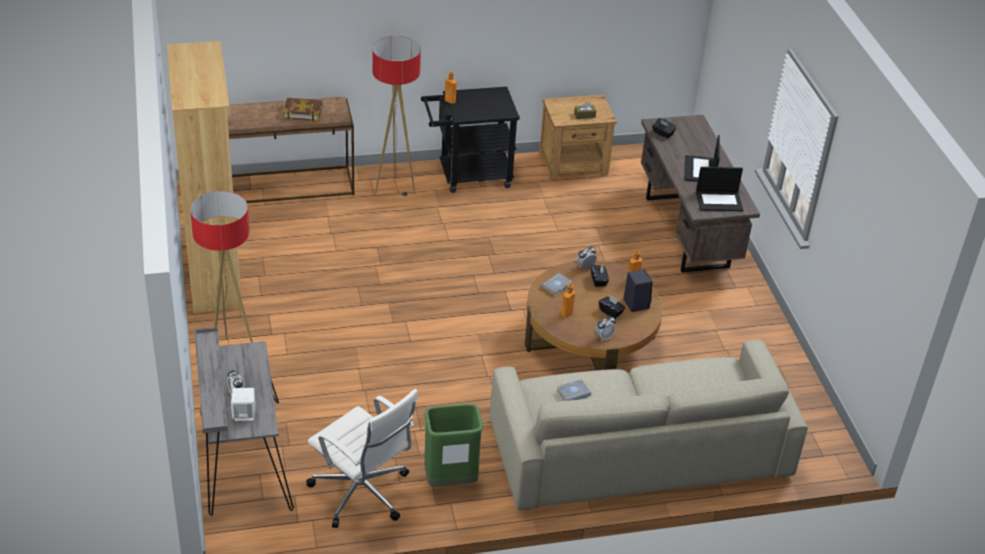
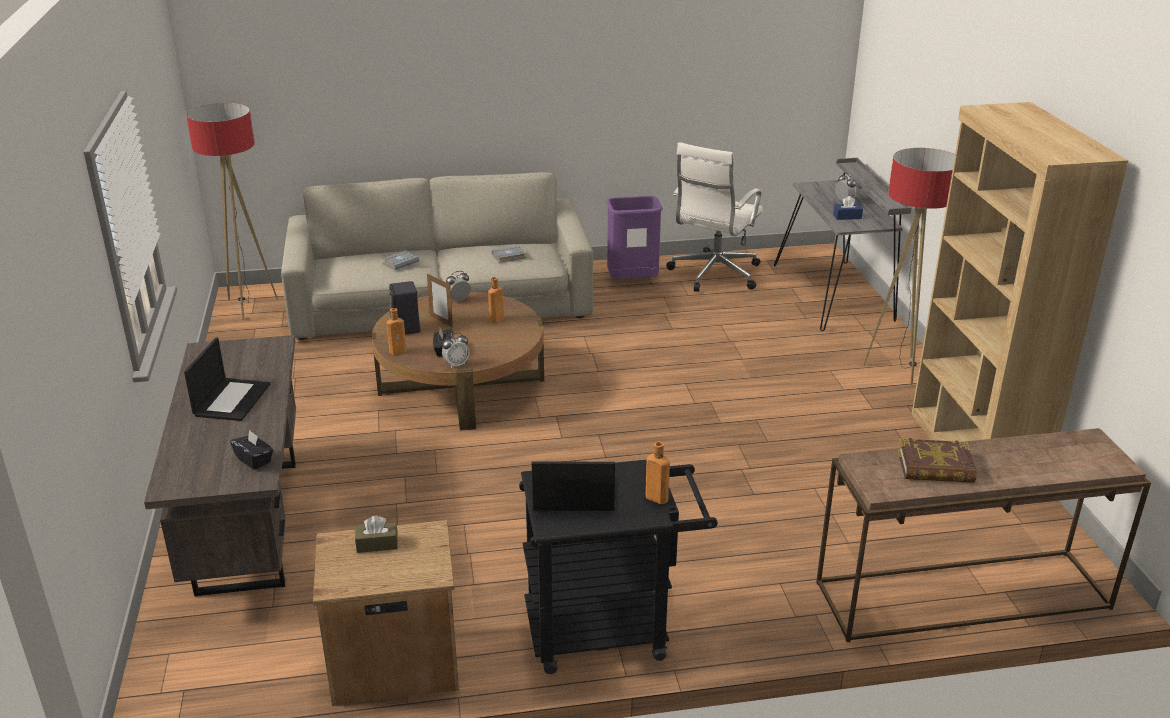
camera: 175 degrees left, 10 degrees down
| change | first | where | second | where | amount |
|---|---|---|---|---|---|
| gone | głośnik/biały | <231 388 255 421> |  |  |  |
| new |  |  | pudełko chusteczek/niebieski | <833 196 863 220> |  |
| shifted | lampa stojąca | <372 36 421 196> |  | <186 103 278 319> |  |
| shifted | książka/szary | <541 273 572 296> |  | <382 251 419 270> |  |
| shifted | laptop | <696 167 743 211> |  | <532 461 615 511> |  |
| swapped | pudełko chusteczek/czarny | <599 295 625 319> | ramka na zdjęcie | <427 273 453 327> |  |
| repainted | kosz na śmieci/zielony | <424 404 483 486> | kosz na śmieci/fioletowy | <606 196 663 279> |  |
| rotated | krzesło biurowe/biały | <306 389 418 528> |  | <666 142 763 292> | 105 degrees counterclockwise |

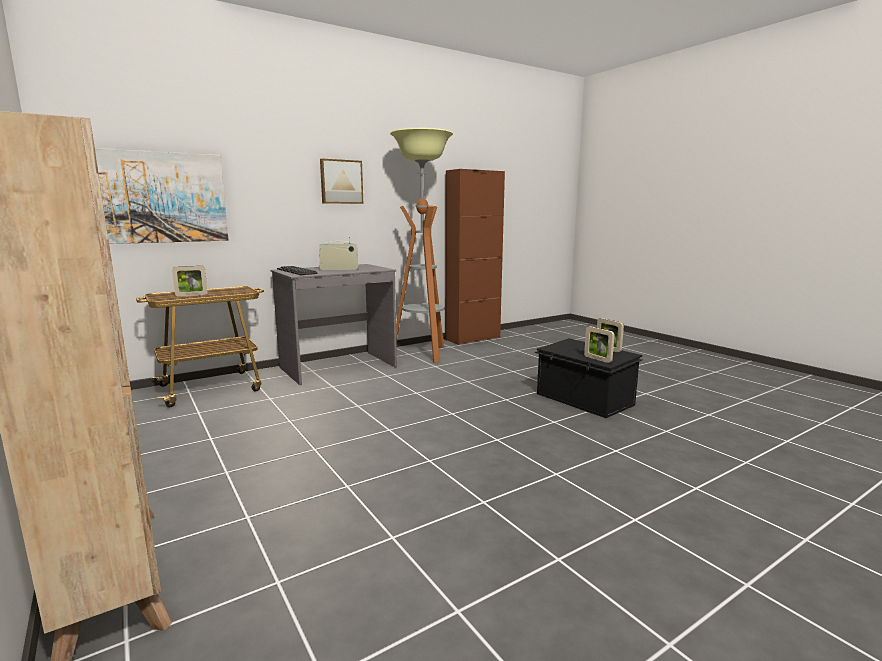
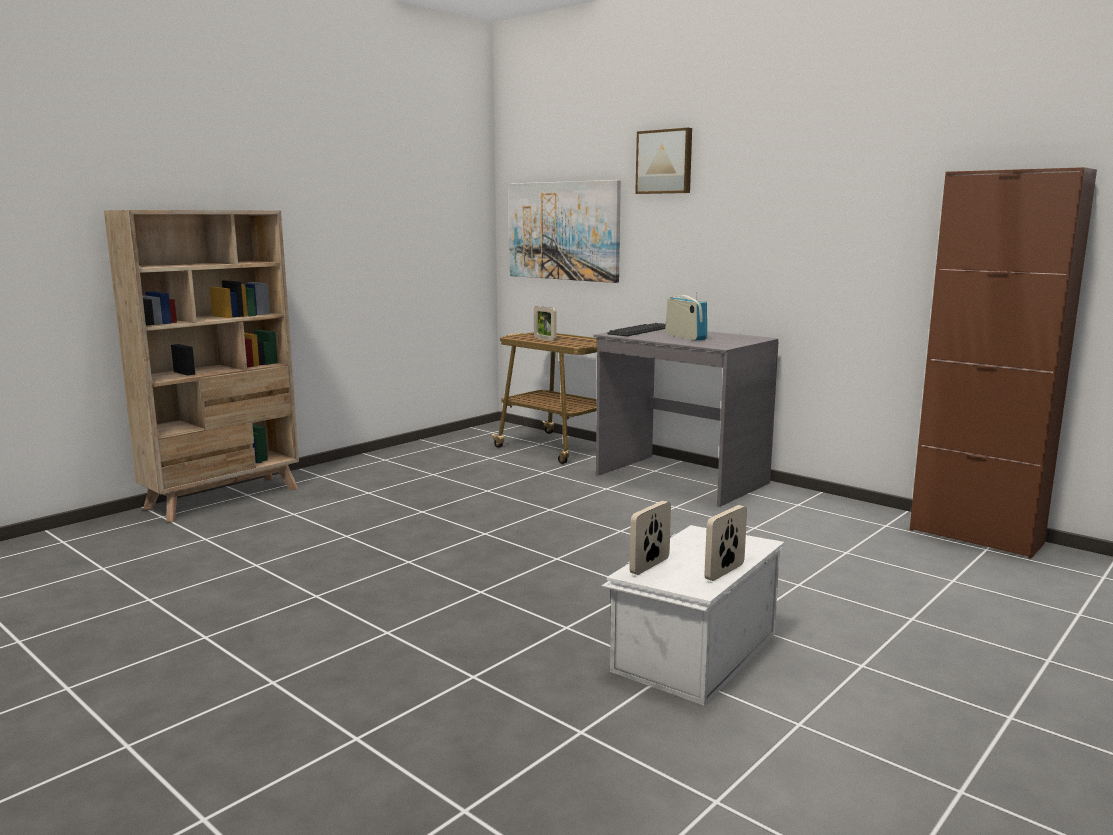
camera: 75 degrees right, 0 degrees up
| change | first | where | second | where | amount |
|---|---|---|---|---|---|
| gone | lampa stojąca | <390 128 453 363> |  |  |  |
| shifted | obraz | <320 159 363 204> |  | <635 128 692 194> |  |
| repainted | pojemnik do przechowywania/czarny | <534 338 642 418> | pojemnik do przechowywania/biały | <601 525 784 705> |  |

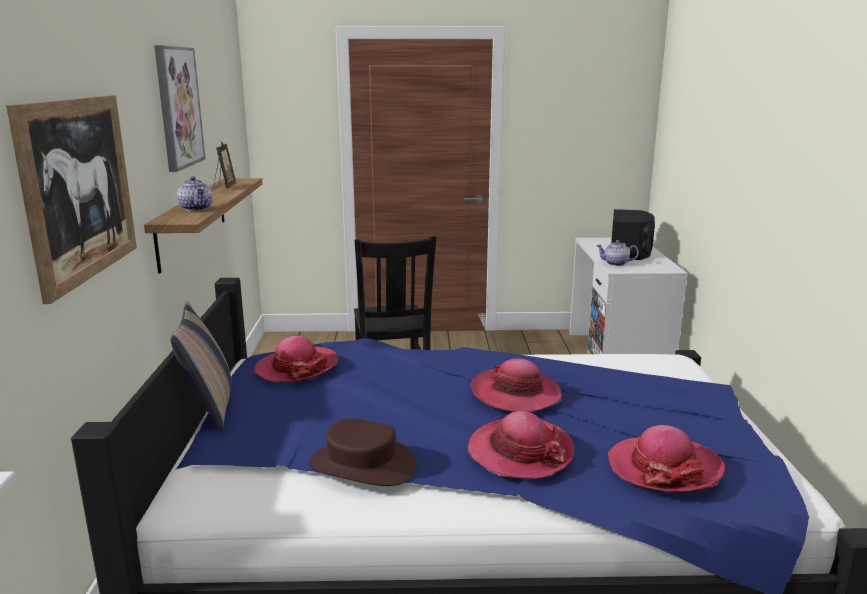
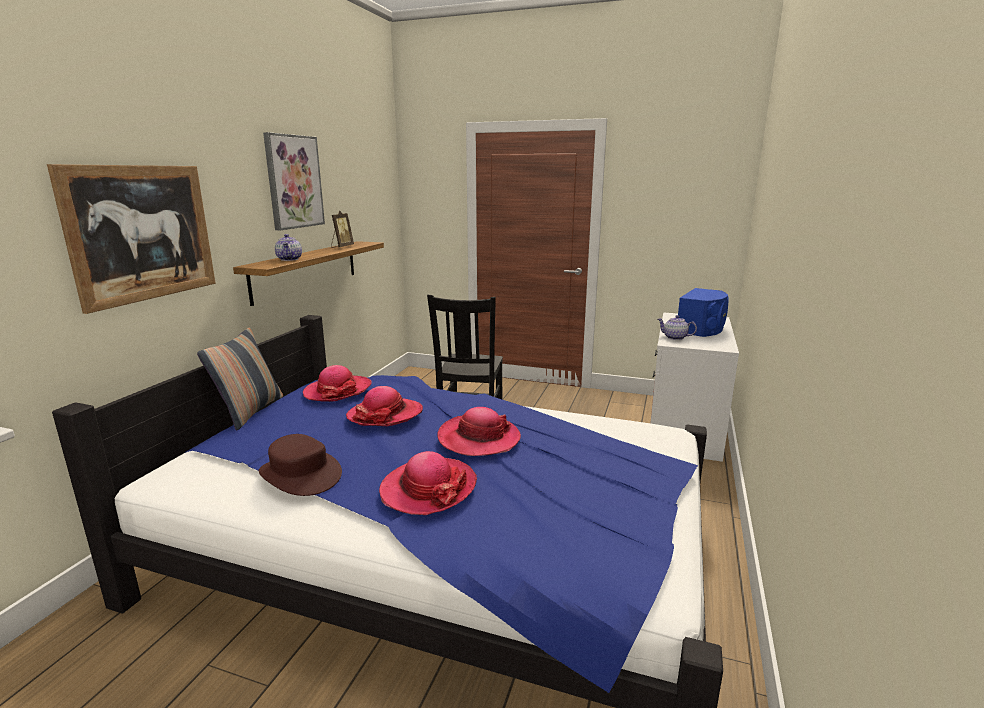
camera: 20 degrees right, 0 degrees up
| change | first | where | second | where | amount |
|---|---|---|---|---|---|
| shifted | kapelusz | <608 425 725 493> |  | <346 386 423 426> |  |
| repainted | głośnik/czarny | <611 209 654 260> | głośnik/niebieski | <678 288 729 337> |  |

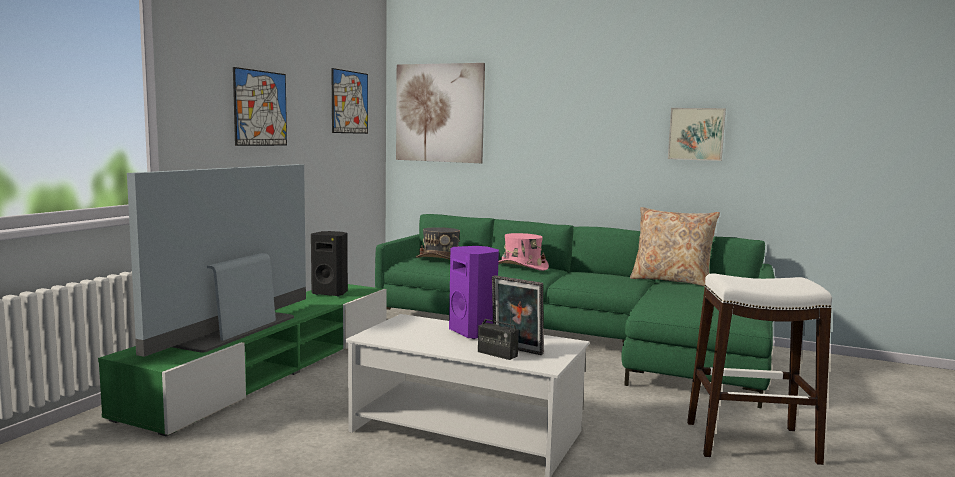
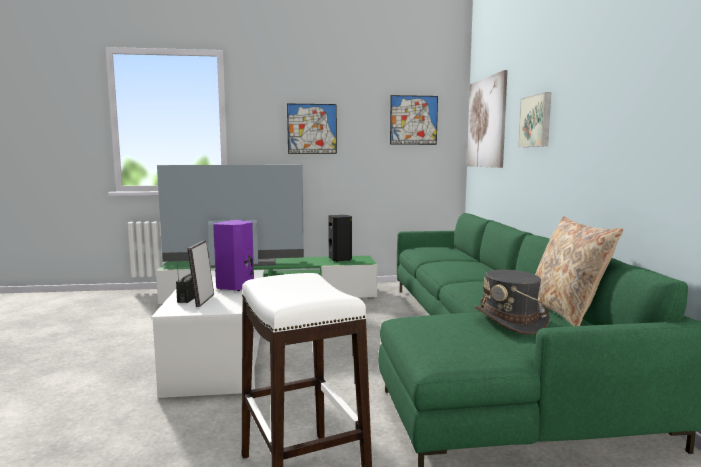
camera: 60 degrees right, 0 degrees up
| change | first | where | second | where | amount |
|---|---|---|---|---|---|
| gone | kapelusz/różowy | <498 233 549 271> |  |  |  |
| shifted | kapelusz/szary | <416 227 460 260> |  | <475 270 550 335> |  |
| shifted | obraz | <668 108 726 161> |  | <518 92 551 147> |  |

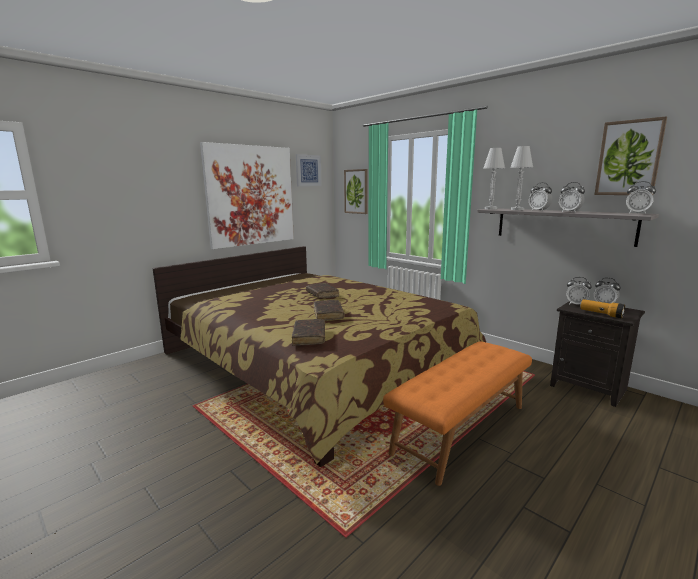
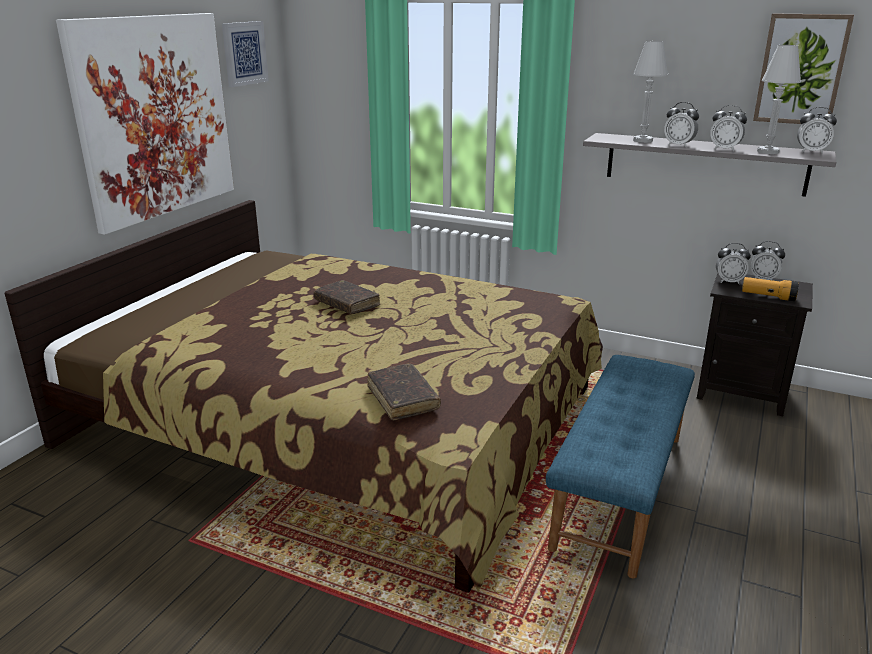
camera: 20 degrees left, 10 degrees up
| change | first | where | second | where | amount |
|---|---|---|---|---|---|
| gone | książka/brązowy | <314 300 345 320> |  |  |  |
| gone | obraz | <344 169 368 214> |  |  |  |
| shifted | lampa stołowa/biały | <483 148 505 210> |  | <757 45 801 154> |  |
| repainted | ławka/pomarańczowy | <383 341 532 486> | ławka/niebieski | <546 355 695 579> |  |

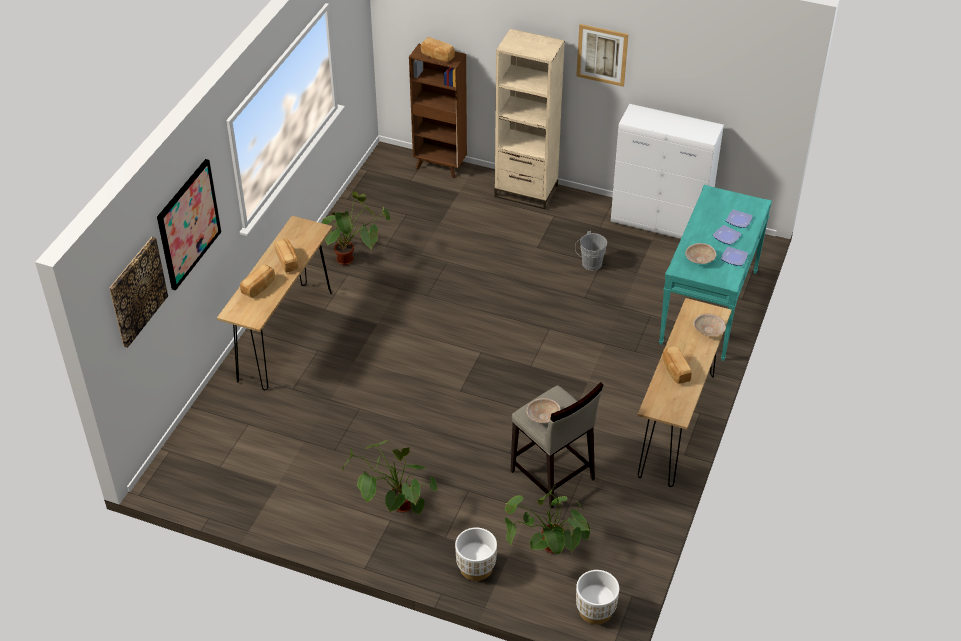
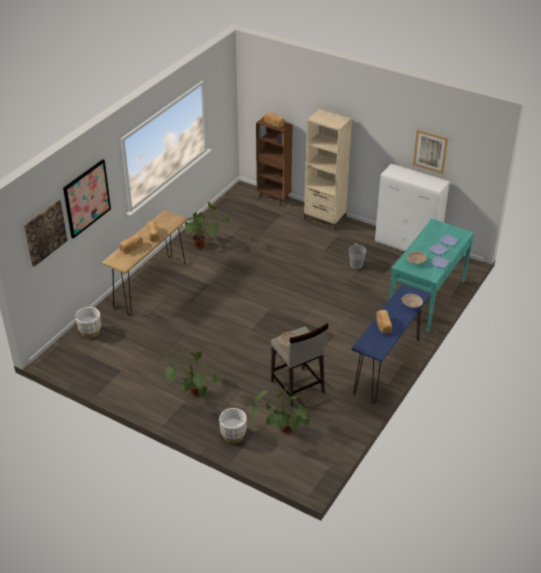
camera: 10 degrees right, 5 degrees down
| change | first | where | second | where | amount |
|---|---|---|---|---|---|
| shifted | obraz | <576 24 629 87> |  | <413 130 448 174> |  |
| shifted | donica/biały | <576 570 619 625> |  | <76 307 101 338> |  |
| repainted | stolik konsolowy/brązowy | <638 298 732 487> | stolik konsolowy/niebieski | <351 284 431 404> |  |

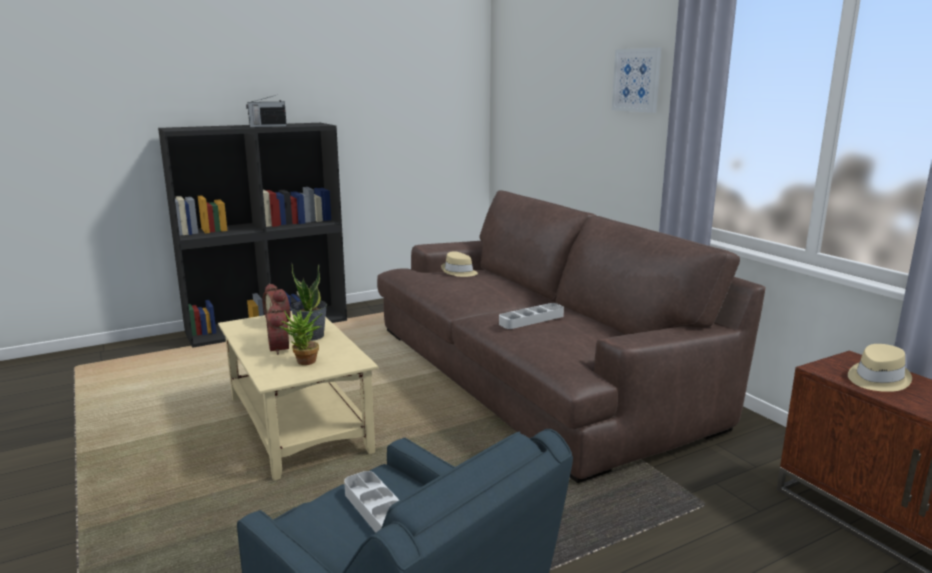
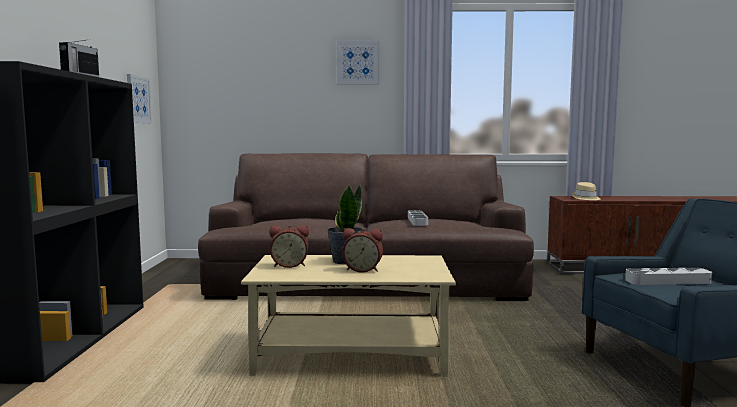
camera: 60 degrees left, 10 degrees down
| change | first | where | second | where | amount |
|---|---|---|---|---|---|
| gone | roślina doniczkowa | <280 307 322 365> |  |  |  |
| gone | kapelusz/beżowy | <441 251 478 277> |  |  |  |
| new |  |  | obraz | <127 74 152 123> |  |

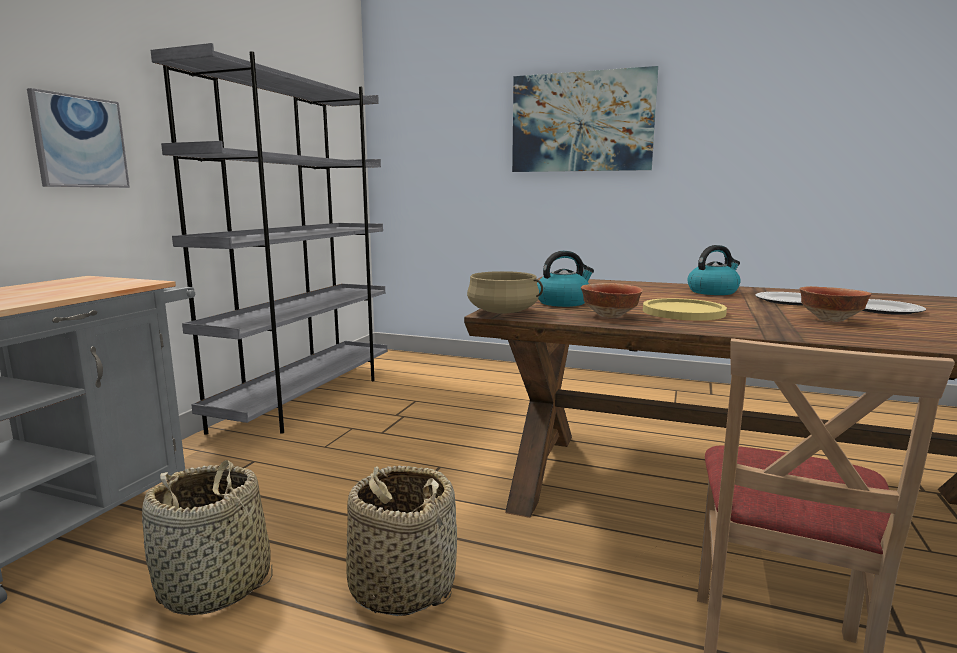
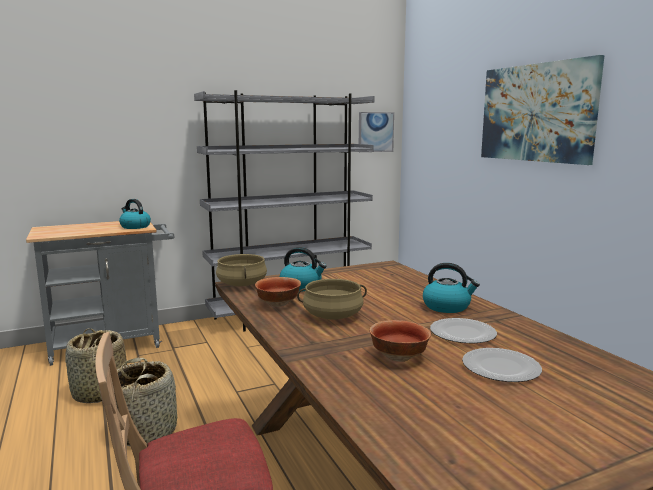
camera: 45 degrees right, 0 degrees up
| change | first | where | second | where | amount |
|---|---|---|---|---|---|
| new |  |  | czajnik | <119 199 151 229> |  |
| shifted | obraz | <27 88 130 188> |  | <359 112 394 152> |  |
| swapped | talerz/żółty | <643 298 727 320> | garnek/beżowy | <297 279 367 320> |  |

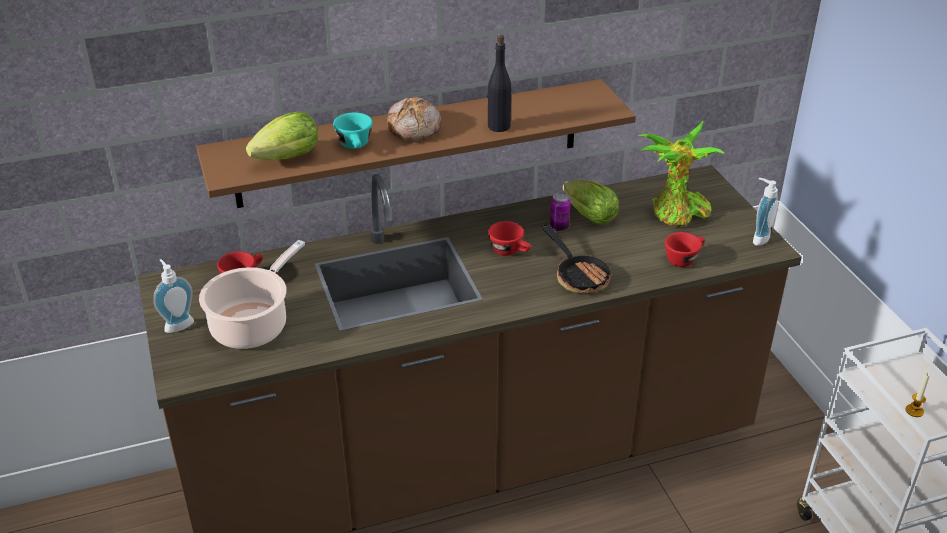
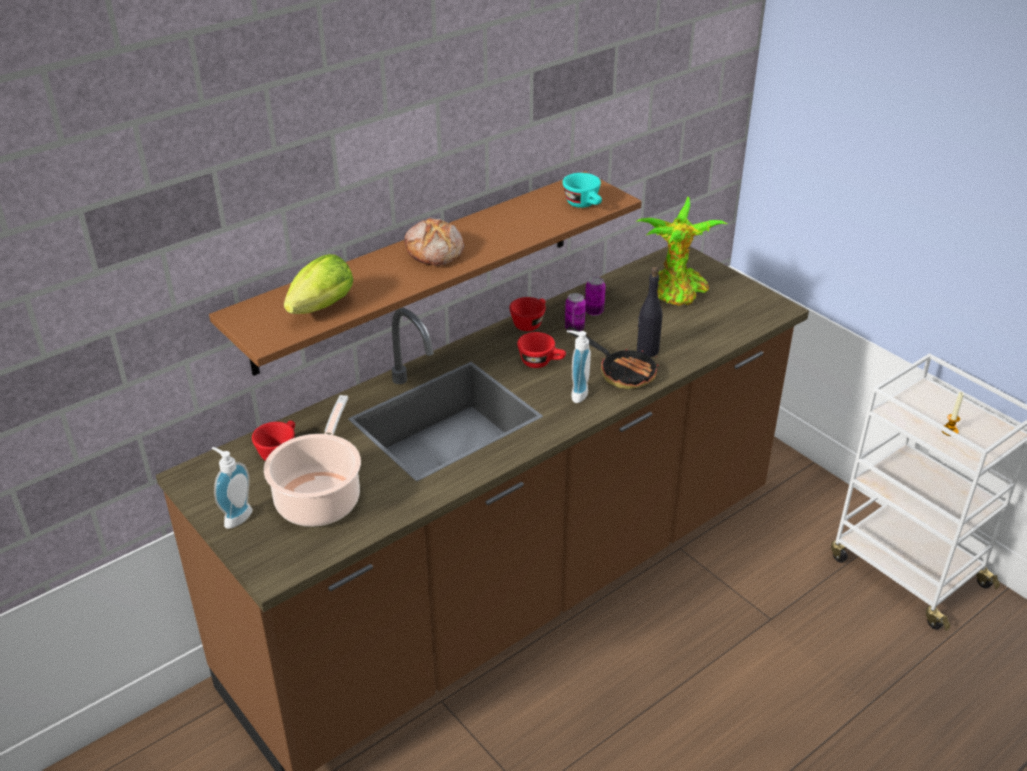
camera: 20 degrees left, 0 degrees up
| change | first | where | second | where | amount |
|---|---|---|---|---|---|
| shifted | filiżanka/turkusowy | <333 113 372 149> |  | <563 173 602 208> |  |
| shifted | butelka/czarny | <487 35 511 132> |  | <637 267 662 357> |  |
| shifted | filiżanka/czerwony | <665 232 705 267> |  | <509 297 546 331> |  |
| shifted | dozownik mydła | <753 178 778 246> |  | <567 330 591 403> |  |
| swapped | sałata | <563 180 619 224> | puszka | <585 276 605 316> |  |

